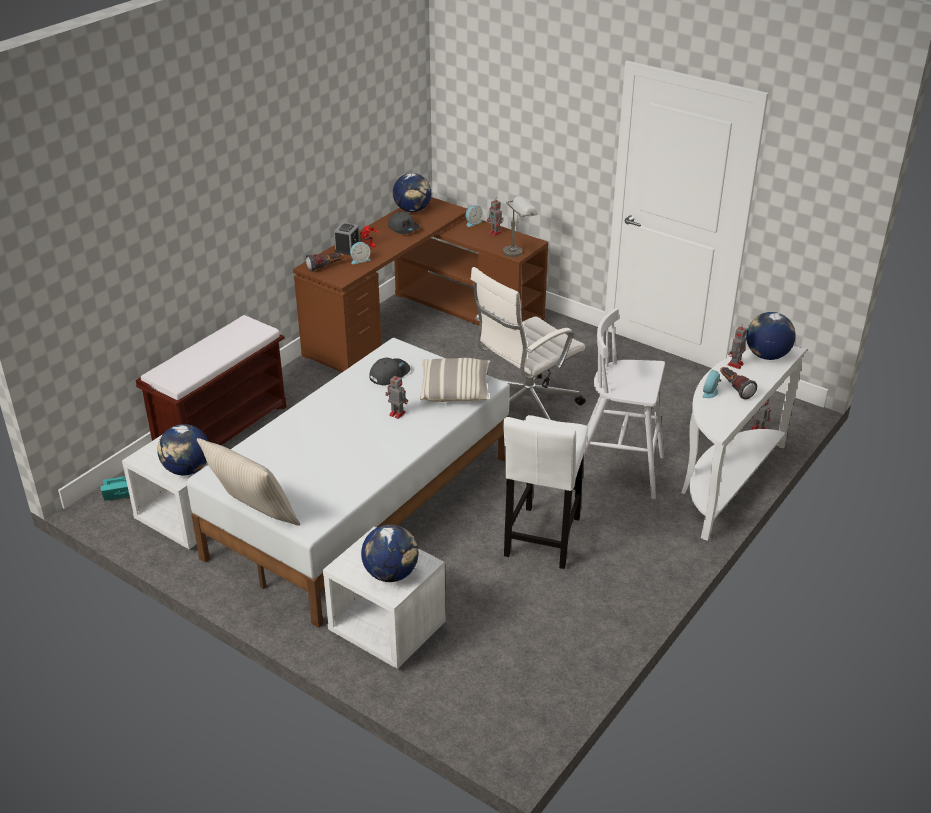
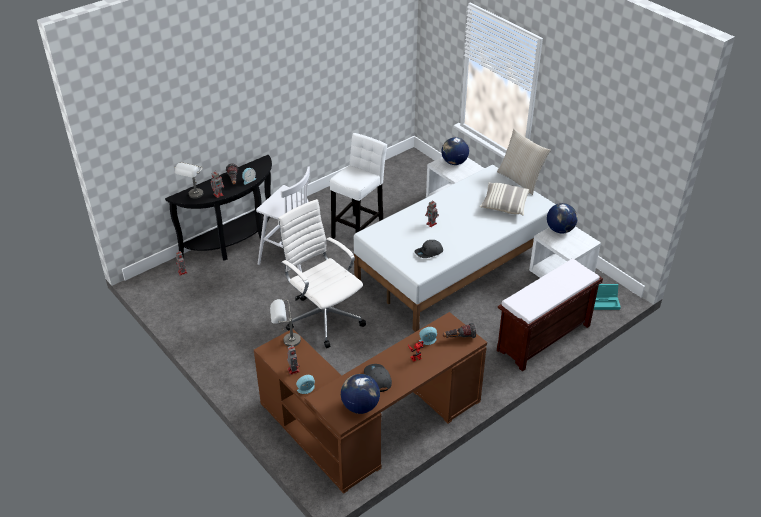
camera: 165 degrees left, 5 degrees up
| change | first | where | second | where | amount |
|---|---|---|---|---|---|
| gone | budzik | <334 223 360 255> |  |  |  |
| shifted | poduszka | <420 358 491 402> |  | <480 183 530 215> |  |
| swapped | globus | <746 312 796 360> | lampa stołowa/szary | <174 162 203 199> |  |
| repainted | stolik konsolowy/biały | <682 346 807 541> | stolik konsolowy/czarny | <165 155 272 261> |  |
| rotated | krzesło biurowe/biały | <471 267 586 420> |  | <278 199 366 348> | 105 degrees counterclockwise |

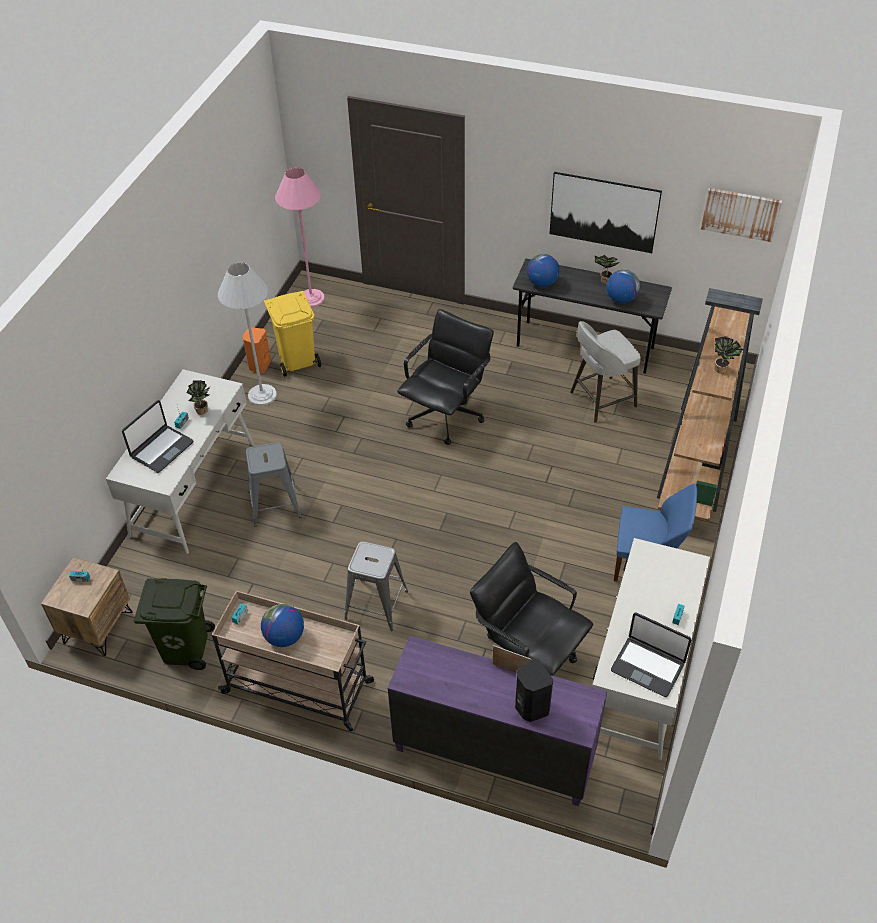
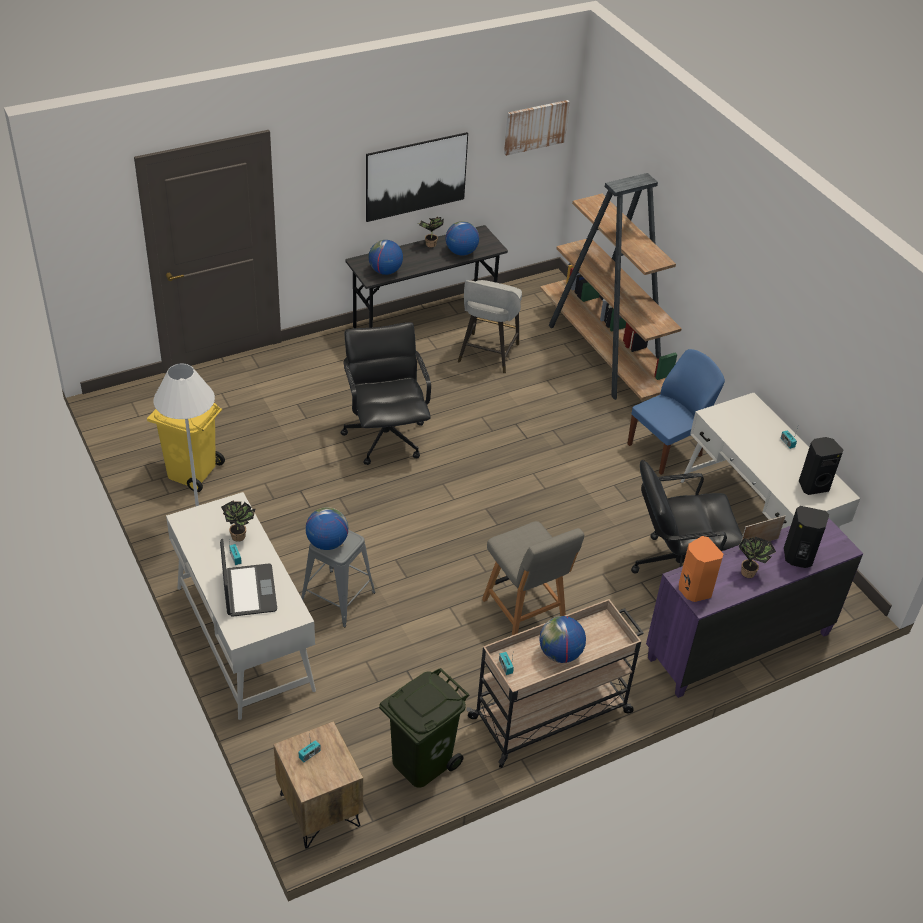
camera: 50 degrees left, 5 degrees down
| change | first | where | second | where | amount |
|---|---|---|---|---|---|
| gone | lampa stojąca/różowy | <275 167 325 307> |  |  |  |
| new |  |  | globus | <306 507 348 550> |  |
| shifted | głośnik/pomarańczowy | <242 327 271 374> |  | <679 536 723 602> |  |
| shifted | roślina doniczkowa | <714 336 744 374> |  | <738 537 776 578> |  |
| swapped | stołek/szary | <344 541 408 631> | krzesło/szary | <482 521 584 635> |  |
| swapped | laptop | <611 613 691 697> | głośnik/czarny | <799 437 843 495> |  |

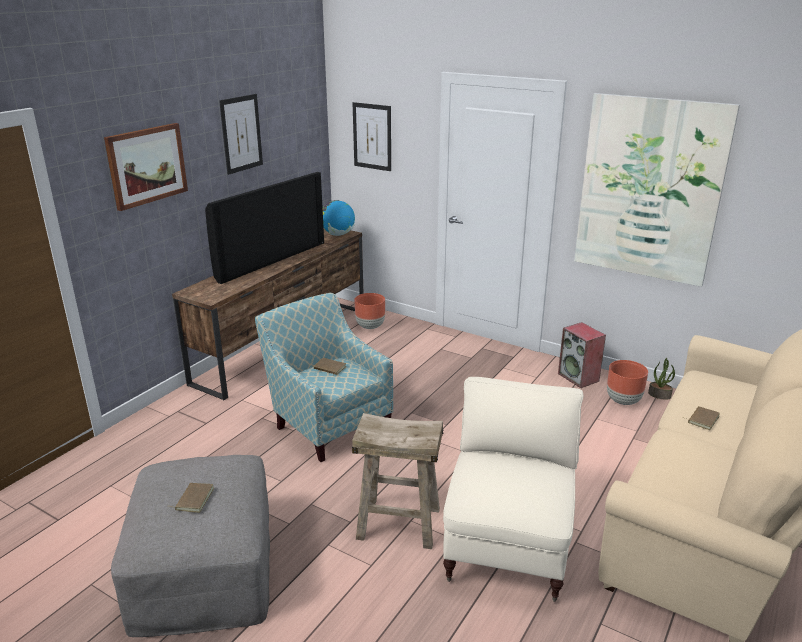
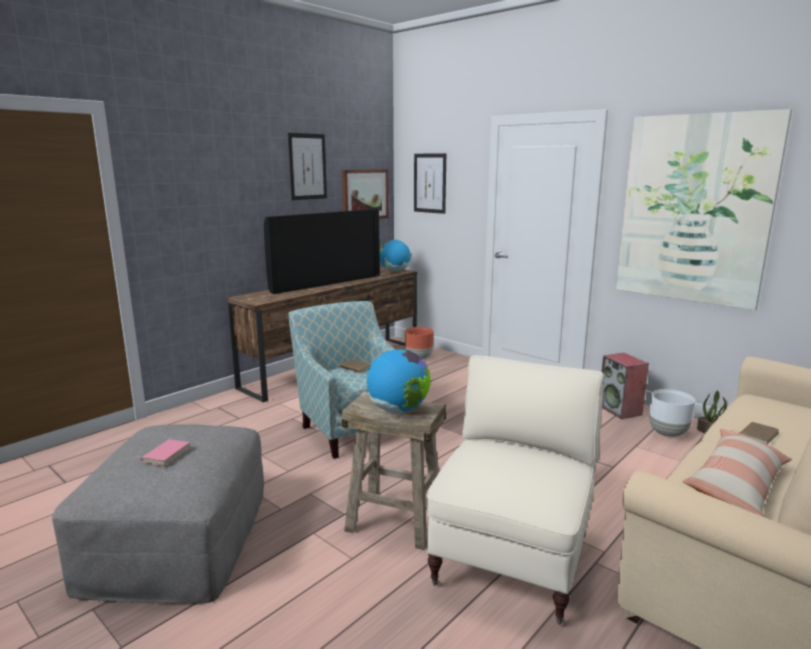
camera: 10 degrees right, 10 degrees down
| change | first | where | second | where | amount |
|---|---|---|---|---|---|
| new |  |  | globus | <367 349 431 414> |  |
| new |  |  | poduszka | <682 428 792 517> |  |
| shifted | obraz | <104 123 188 211> |  | <342 169 389 219> |  |
| repainted | książka/brązowy | <171 483 214 513> | książka/różowy | <137 439 191 466> |  |
| repainted | donica/brązowy | <607 360 648 405> | donica/biały | <649 389 695 437> |  |

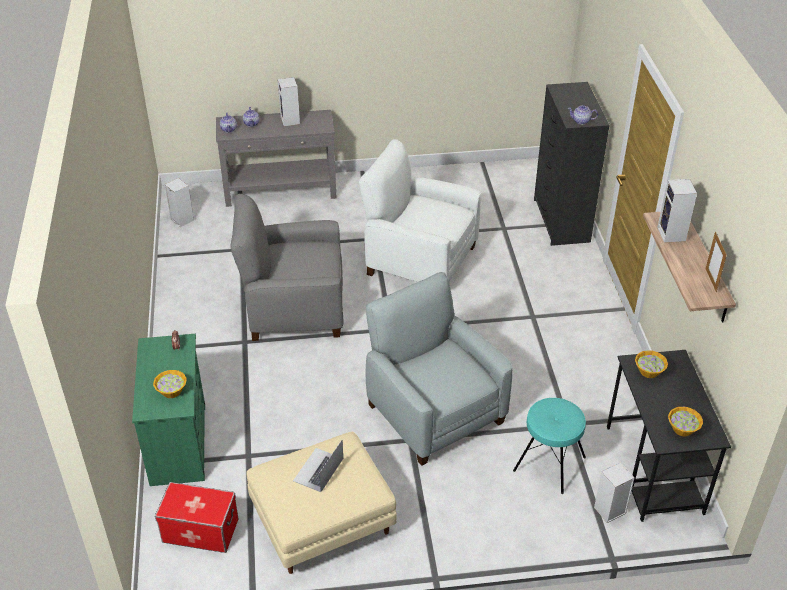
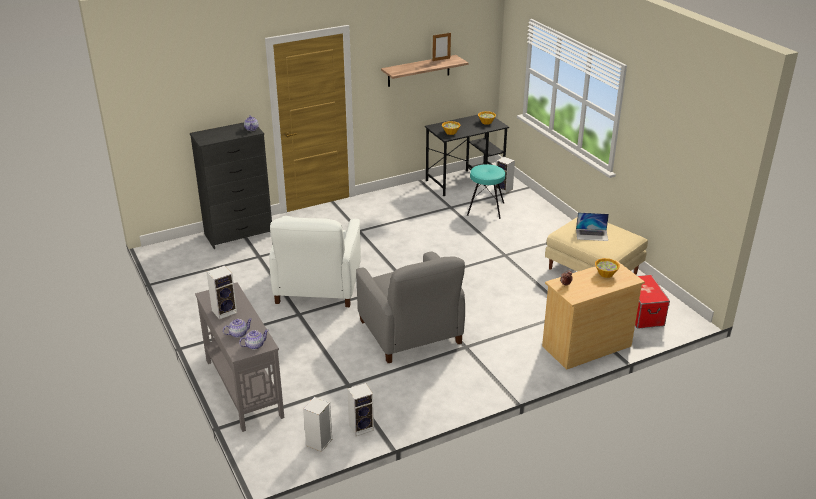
camera: 110 degrees left, 10 degrees down
| change | first | where | second | where | amount |
|---|---|---|---|---|---|
| gone | fotel/szary | <366 272 513 466> |  |  |  |
| shifted | głośnik | <657 179 697 243> |  | <347 383 374 436> |  |
| repainted | komoda/zielony | <132 334 205 486> | komoda/beżowy | <542 260 645 370> |  |

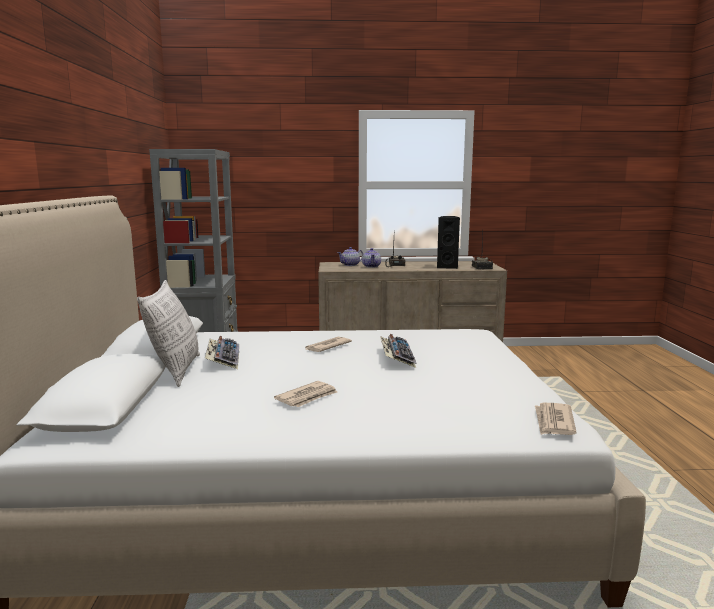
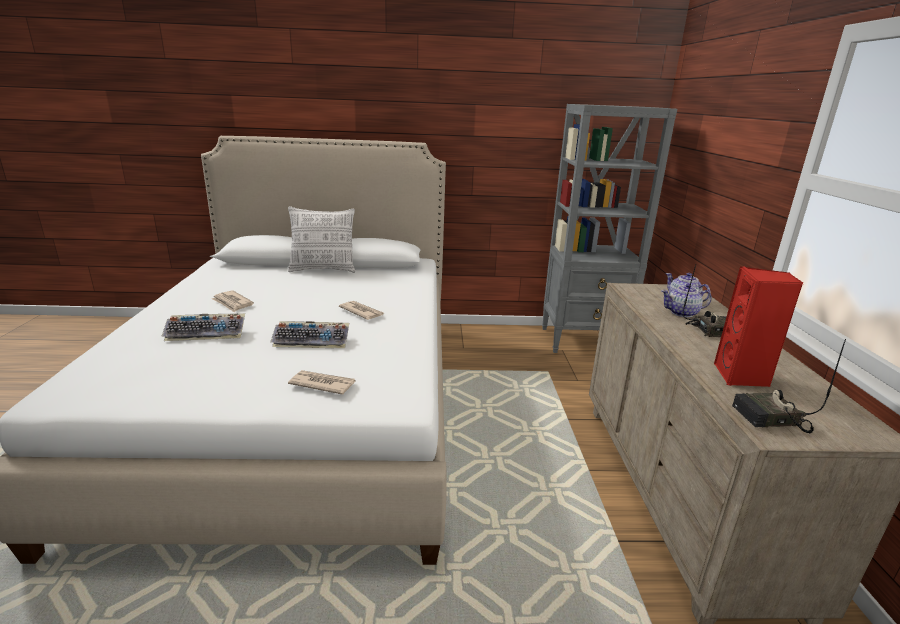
camera: 90 degrees right, 10 degrees up
| change | first | where | second | where | amount |
|---|---|---|---|---|---|
| shifted | klawiatura | <205 336 239 369> |  | <161 313 245 341> |  |
| shifted | gazeta | <535 403 577 435> |  | <288 370 355 395> |  |
| repainted | głośnik/czarny | <437 216 460 269> | głośnik/czerwony | <714 266 803 387> |  |

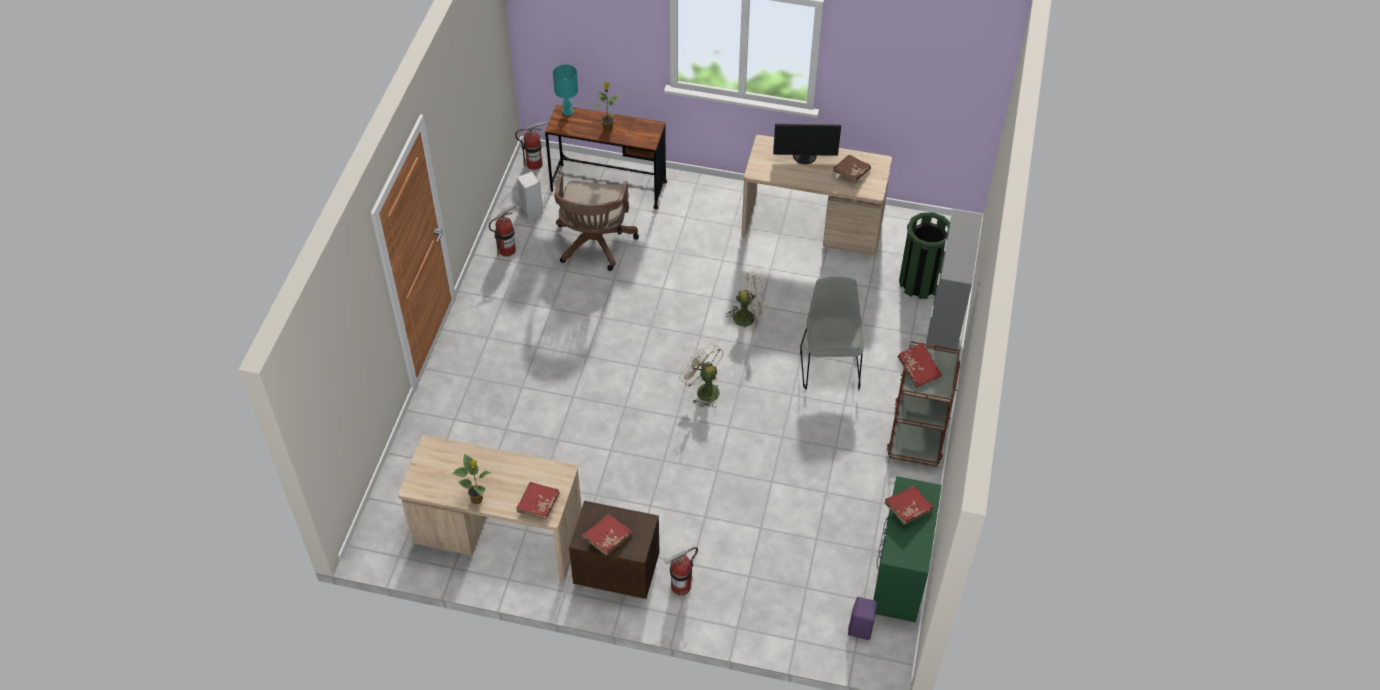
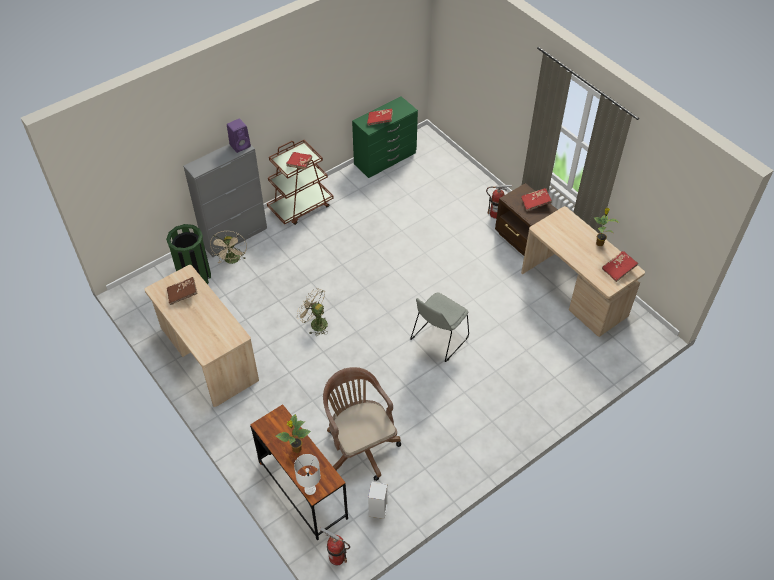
camera: 140 degrees left, 0 degrees up
| change | first | where | second | where | amount |
|---|---|---|---|---|---|
| gone | gaśnica | <489 203 517 257> |  |  |  |
| gone | monitor | <773 124 841 164> |  |  |  |
| shifted | książka/czerwony | <516 482 560 520> |  | <602 251 639 282> |  |
| shifted | wentylator/beżowy | <679 344 724 408> |  | <210 230 247 264> |  |
| shifted | krzesło/szary | <800 276 863 390> |  | <410 292 469 362> |  |
| shifted | głośnik/fioletowy | <848 597 878 640> |  | <227 118 251 153> |  |
| repainted | lampa stołowa/turkusowy | <553 64 578 116> | lampa stołowa/biały | <294 454 321 495> |  |
| rotated | krzesło biurowe/brązowy | <554 174 639 271> |  | <323 367 401 481> | 75 degrees counterclockwise |

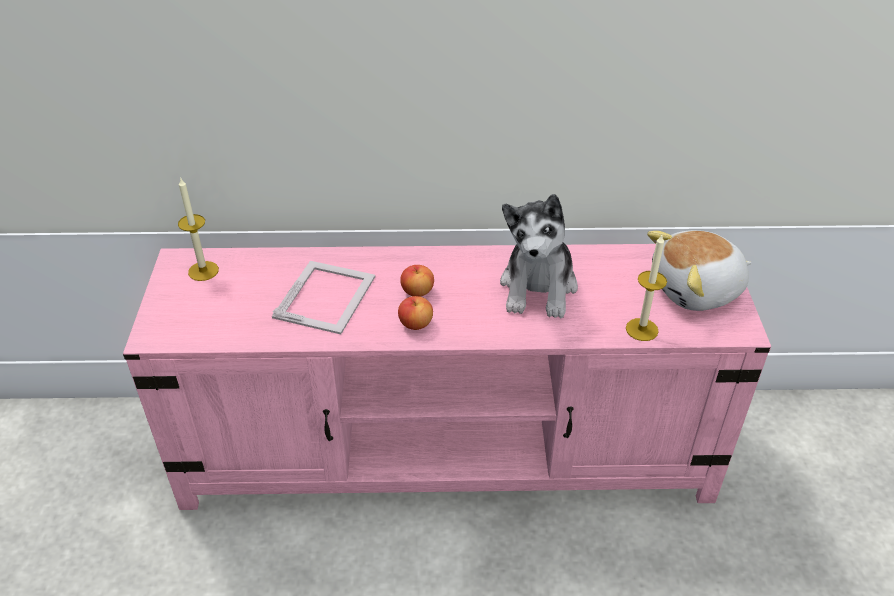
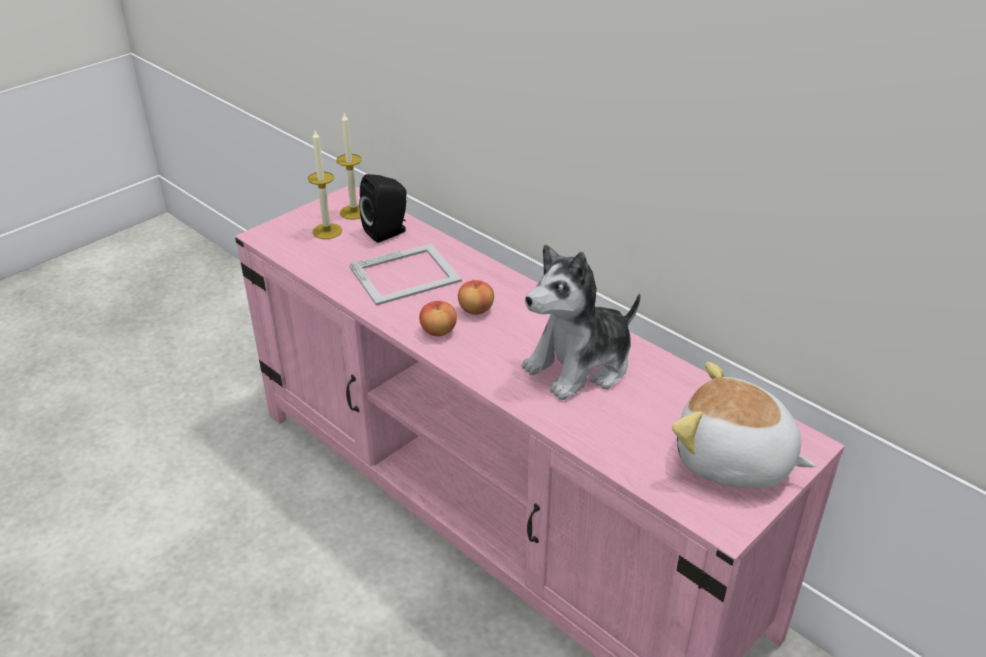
camera: 45 degrees right, 5 degrees down
| change | first | where | second | where | amount |
|---|---|---|---|---|---|
| new |  |  | głośnik/czarny | <359 174 407 243> |  |
| shifted | świeca | <626 235 667 341> |  | <308 130 342 239> |  |

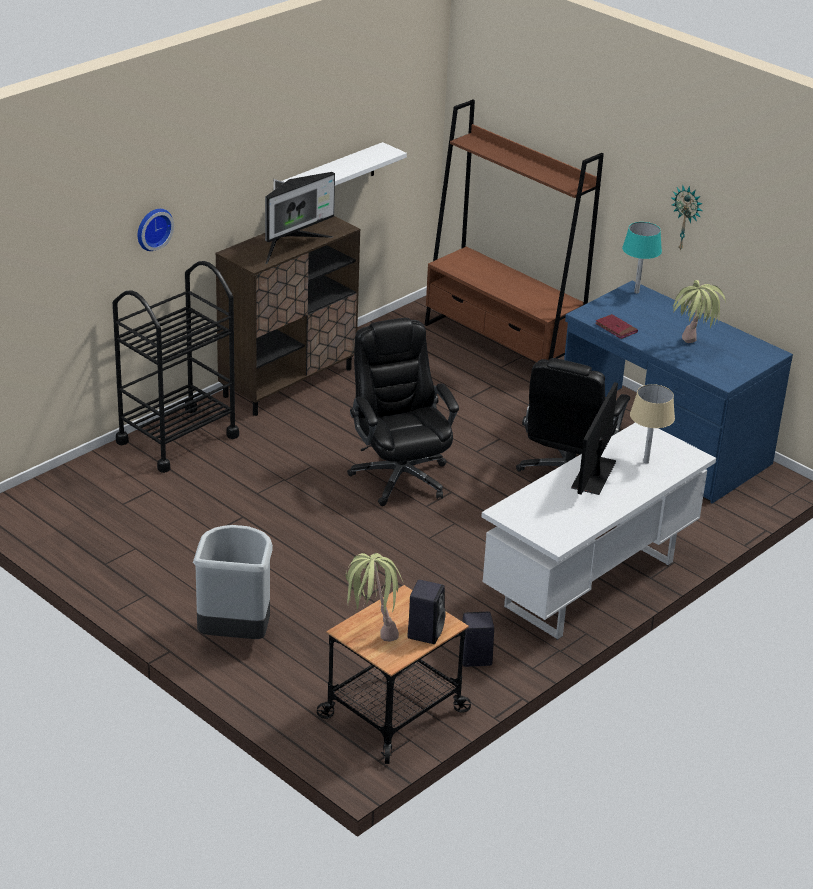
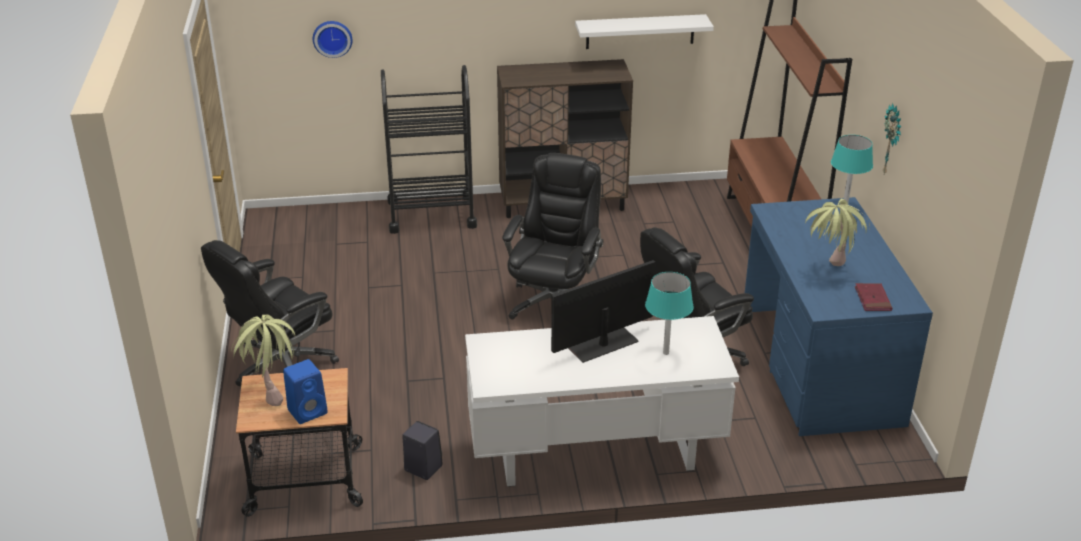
camera: 40 degrees right, 0 degrees up
| change | first | where | second | where | amount |
|---|---|---|---|---|---|
| gone | monitor | <265 172 335 264> |  |  |  |
| shifted | zegar ścienny | <138 209 174 251> |  | <313 21 353 58> |  |
| shifted | książka/czerwony | <595 314 638 339> |  | <855 283 892 311> |  |
| swapped | kosz na śmieci/szary | <193 525 273 639> | krzesło biurowe/czarny | <201 240 339 386> |  |
| repainted | głośnik/czarny | <407 580 446 644> | głośnik/niebieski | <283 359 328 424> |  |
| repainted | lampa stołowa/beżowy | <630 384 675 464> | lampa stołowa/turkusowy | <645 272 694 355> |  |

